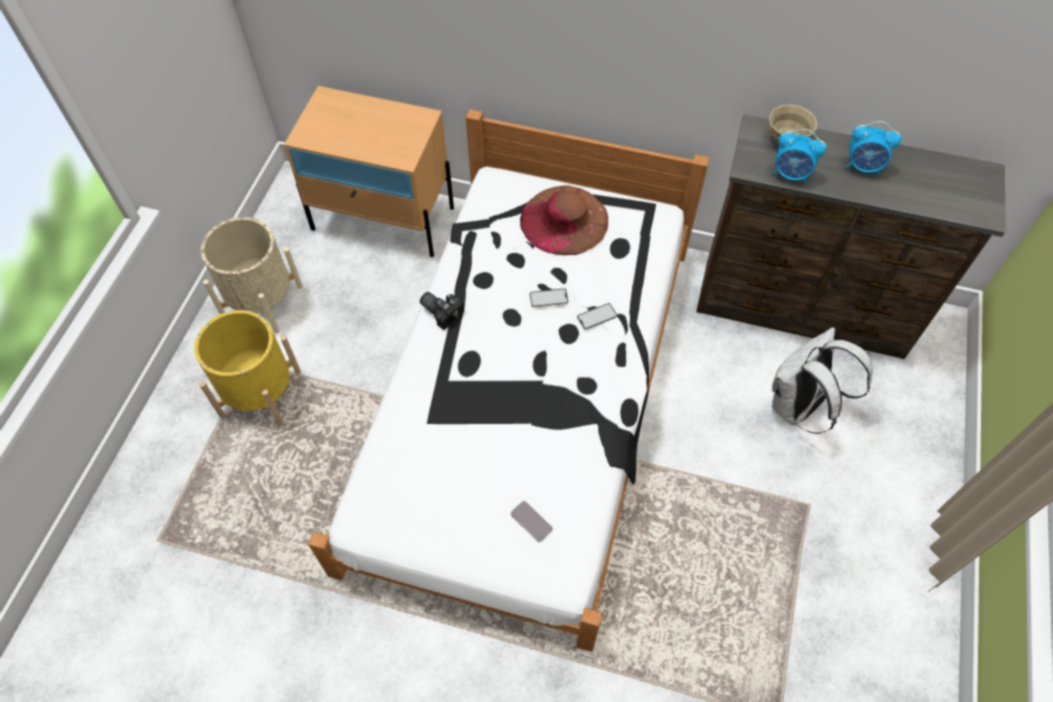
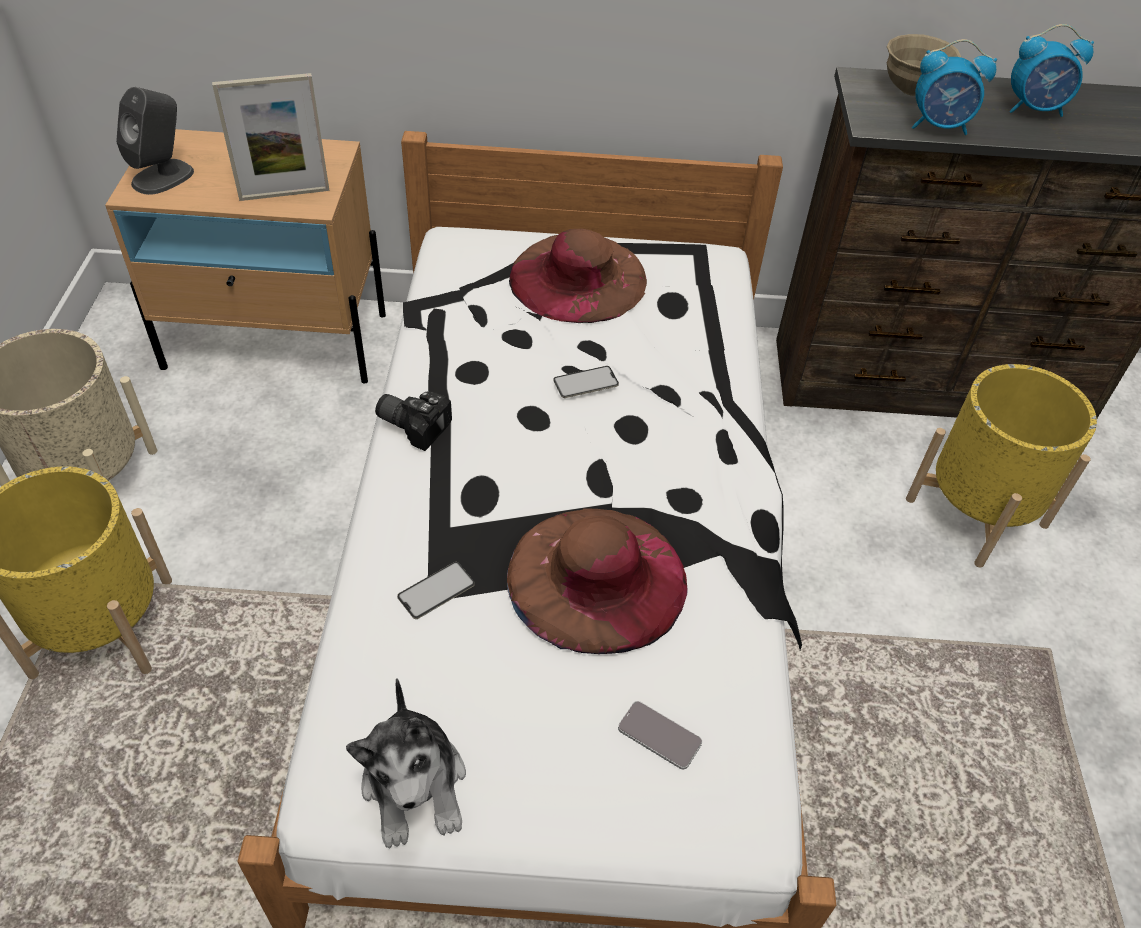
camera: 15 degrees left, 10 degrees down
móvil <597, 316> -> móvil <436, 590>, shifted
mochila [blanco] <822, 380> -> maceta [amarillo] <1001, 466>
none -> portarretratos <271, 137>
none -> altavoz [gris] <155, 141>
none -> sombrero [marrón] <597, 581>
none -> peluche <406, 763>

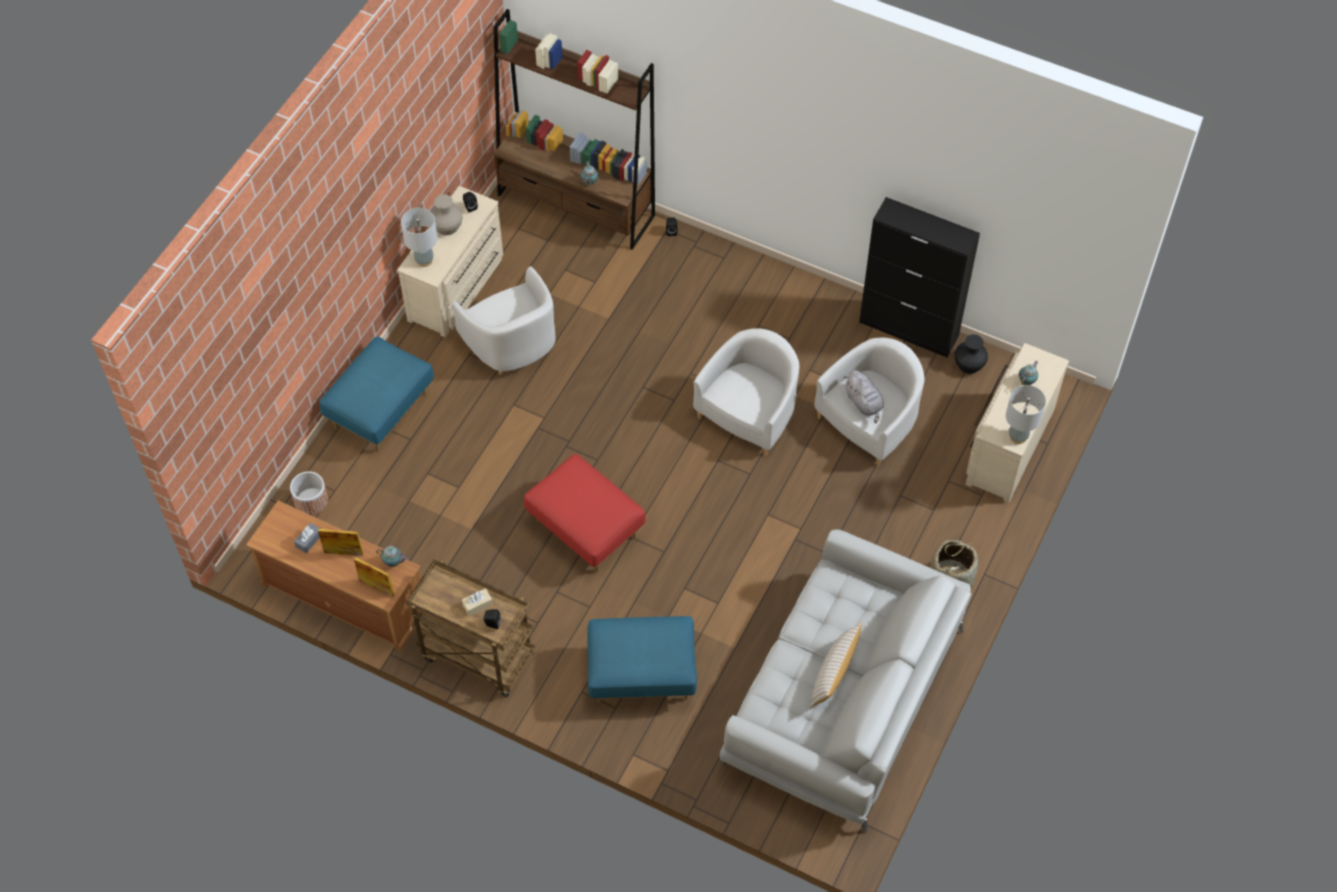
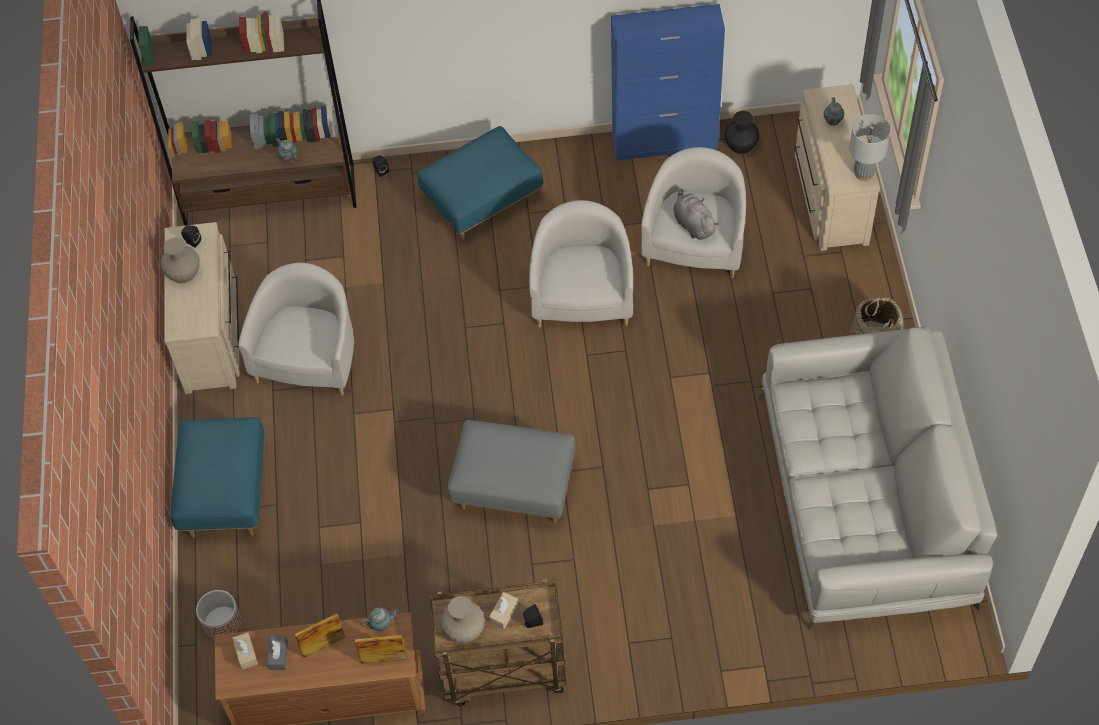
camera: 30 degrees left, 0 degrees up
armario [negro] <919, 277> -> armario [azul] <668, 82>
lámpara de mesa [gris] <419, 237> -> none
sillón [blanco] <504, 320> -> sillón [blanco] <296, 329>, 105 degrees counterclockwise
peluche [gris] <864, 396> -> peluche [gris] <696, 214>, 150 degrees counterclockwise
puf [rojo] <585, 513> -> puf [gris] <511, 471>
puf [azul] <642, 659> -> puf [azul] <480, 184>, shifted
cojín [beis] <836, 665> -> none
none -> florero [beis] <463, 619>
none -> caja de pañuelos [beis] <245, 651>

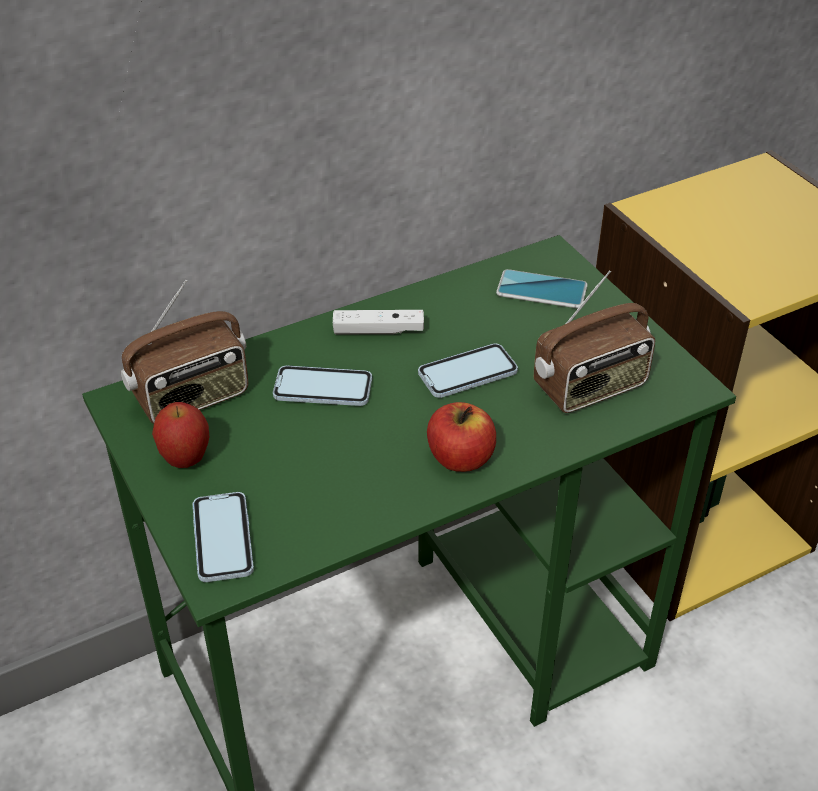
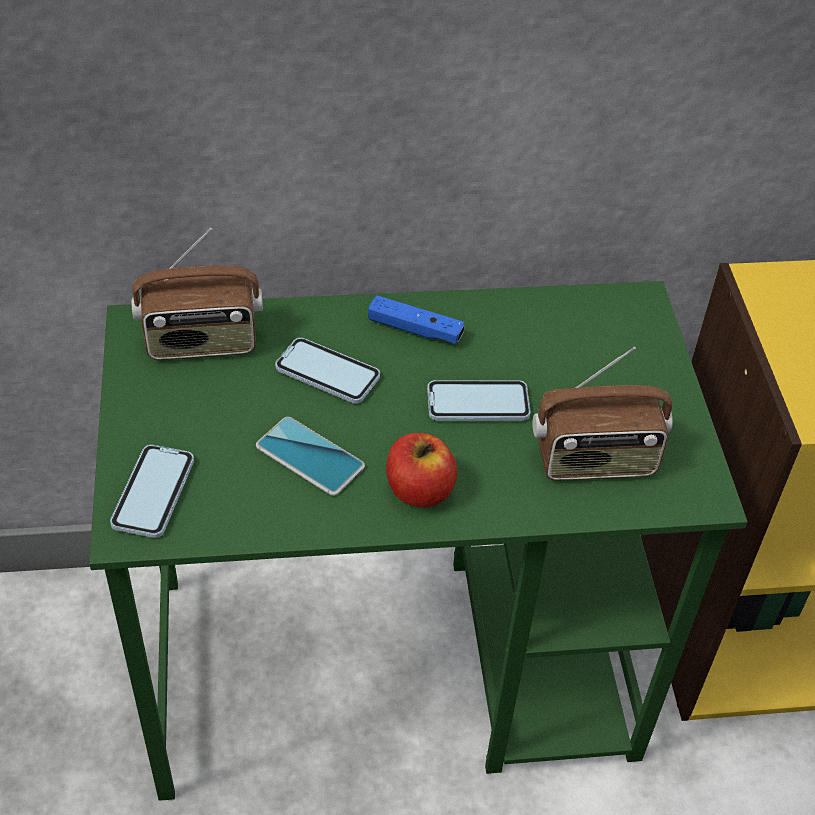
camera: 20 degrees right, 5 degrees up
móvil <541, 288> -> móvil <310, 456>, shifted
mando de consola [blanco] <378, 322> -> mando de consola [azul] <416, 319>
manzana <180, 435> -> none

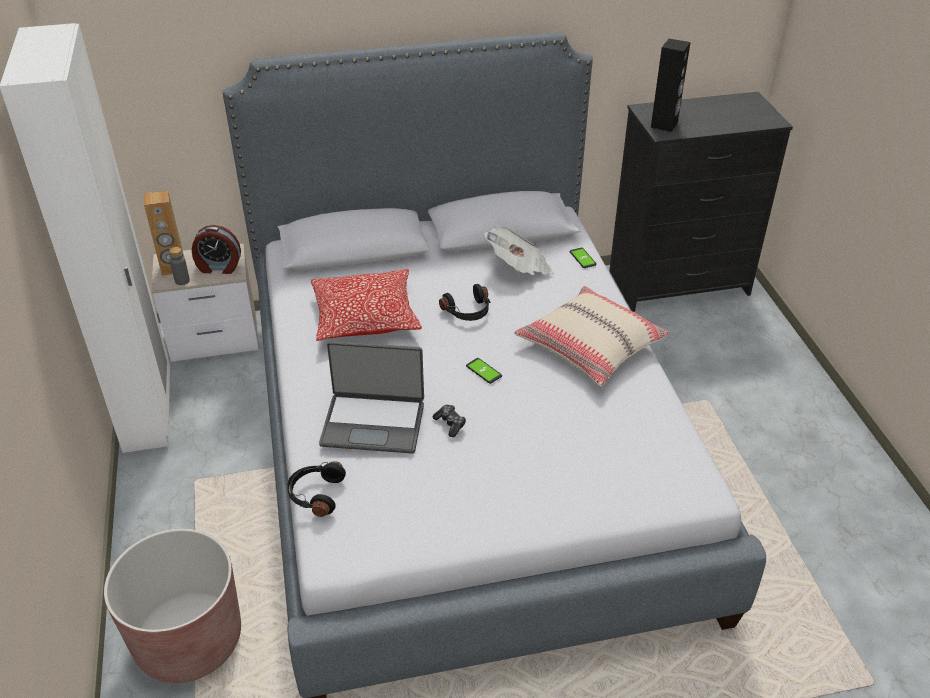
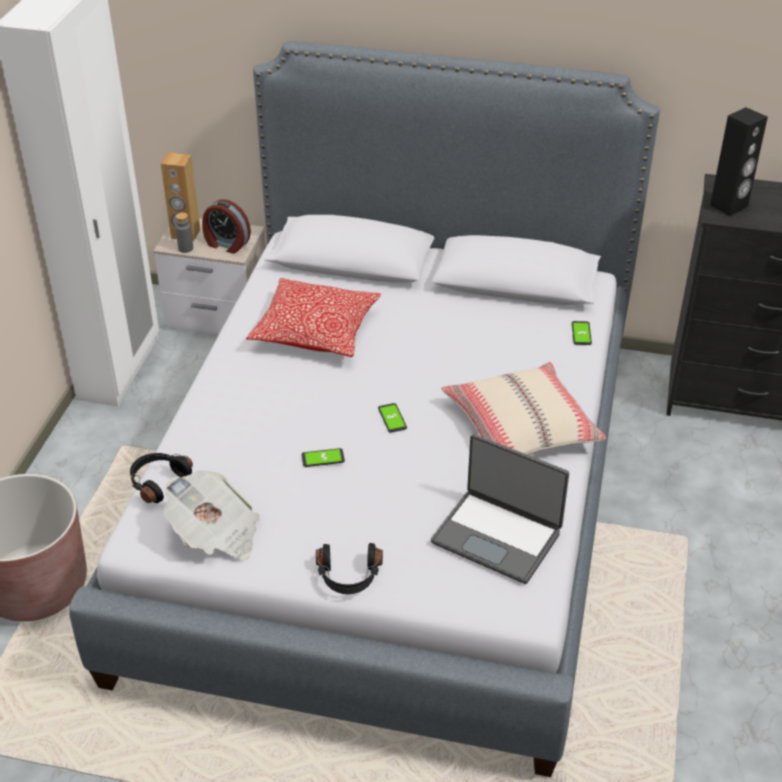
camera: 25 degrees right, 0 degrees up
periódico <519, 251> -> periódico <211, 515>, shifted
auriculares [negro] <464, 302> -> auriculares [negro] <349, 568>, shifted
portátil <371, 397> -> portátil <500, 509>, shifted
mando de consola <449, 421> -> móvil <323, 457>

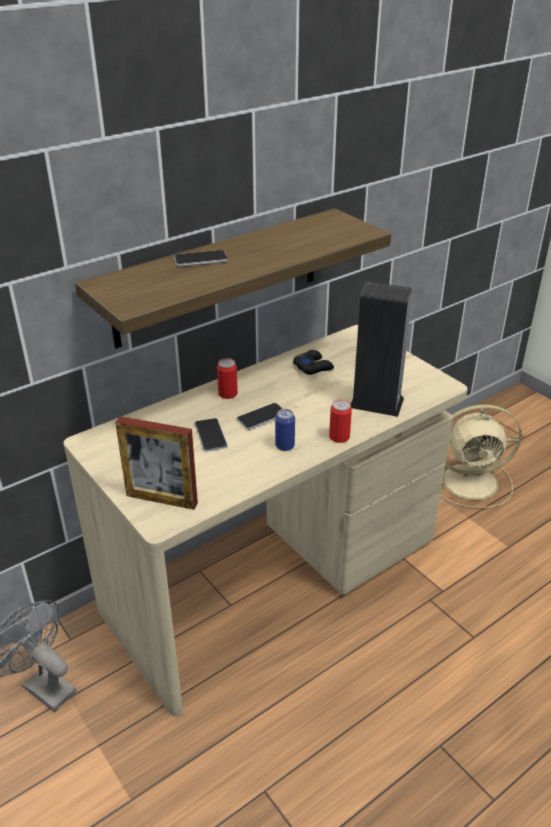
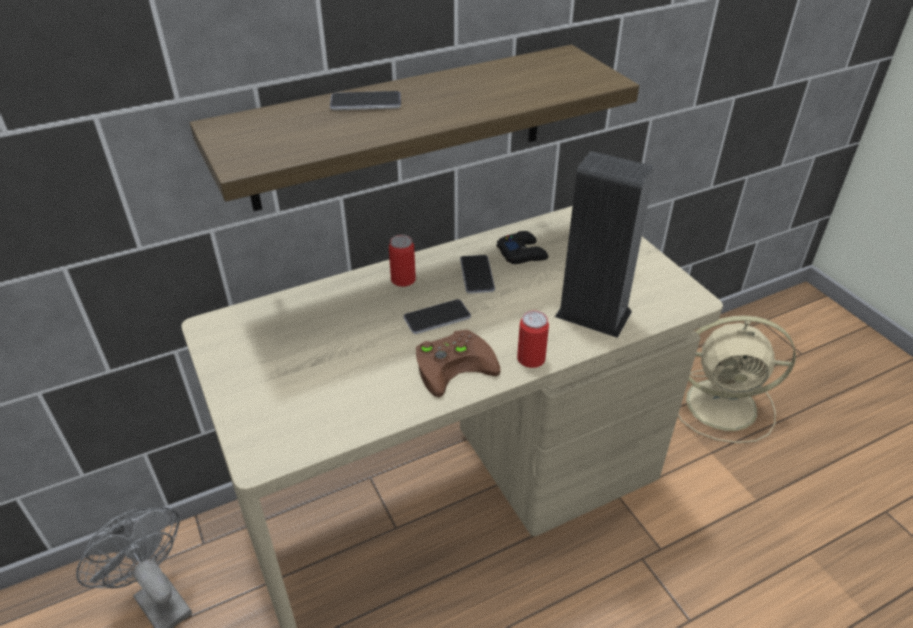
camera: 10 degrees right, 5 degrees up
lata <285, 430> -> mando de consola [marrón] <458, 363>
portarretratos <156, 463> -> none
móvil <211, 435> -> móvil <477, 274>, shifted

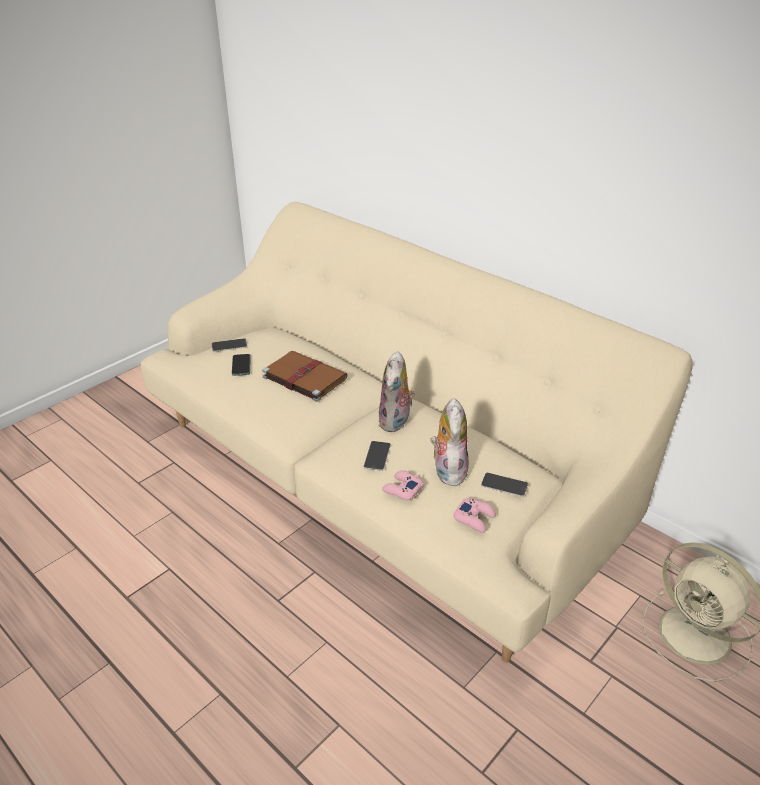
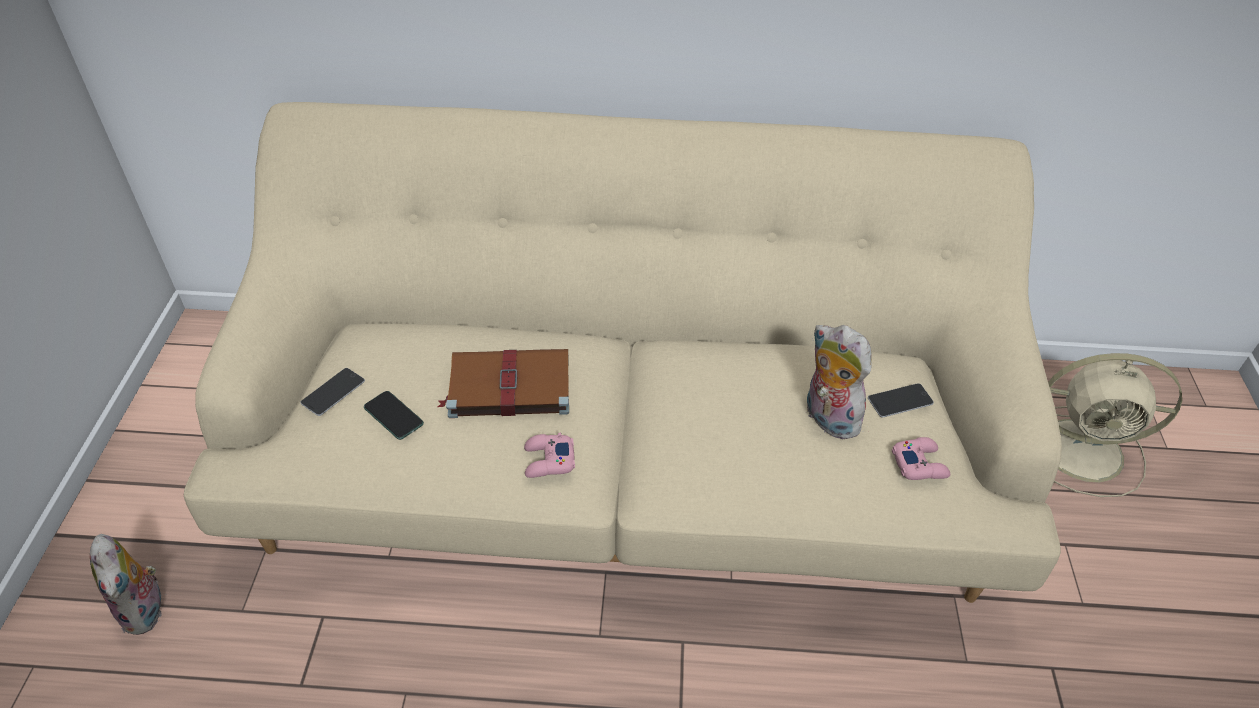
camera: 40 degrees left, 10 degrees up
peluche <397, 391> -> peluche <128, 584>, shifted
móvil <377, 456> -> none
mando de consola [rosa] <403, 485> -> mando de consola [rosa] <549, 455>, shifted

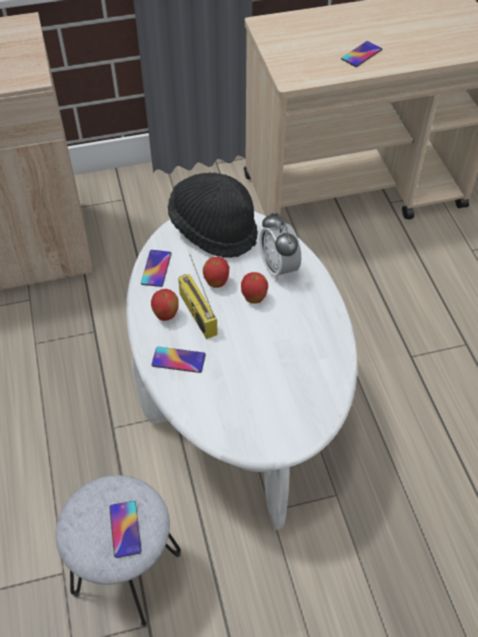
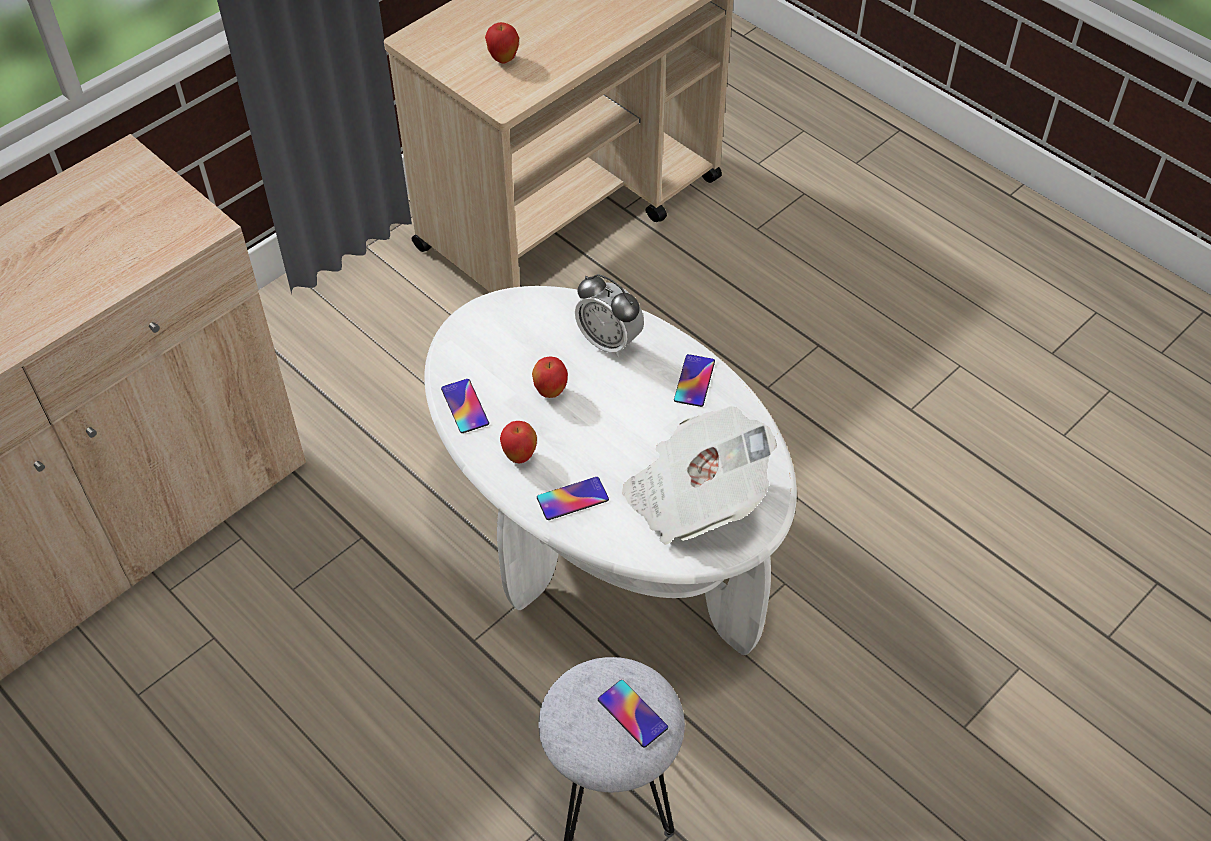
camera: 30 degrees left, 0 degrees up
móvil <361, 54> -> móvil <694, 380>, shifted
sombrero [negro] <213, 215> -> none
radio <198, 296> -> none
manzana <254, 288> -> manzana <502, 43>, shifted
none -> periódico <699, 475>

